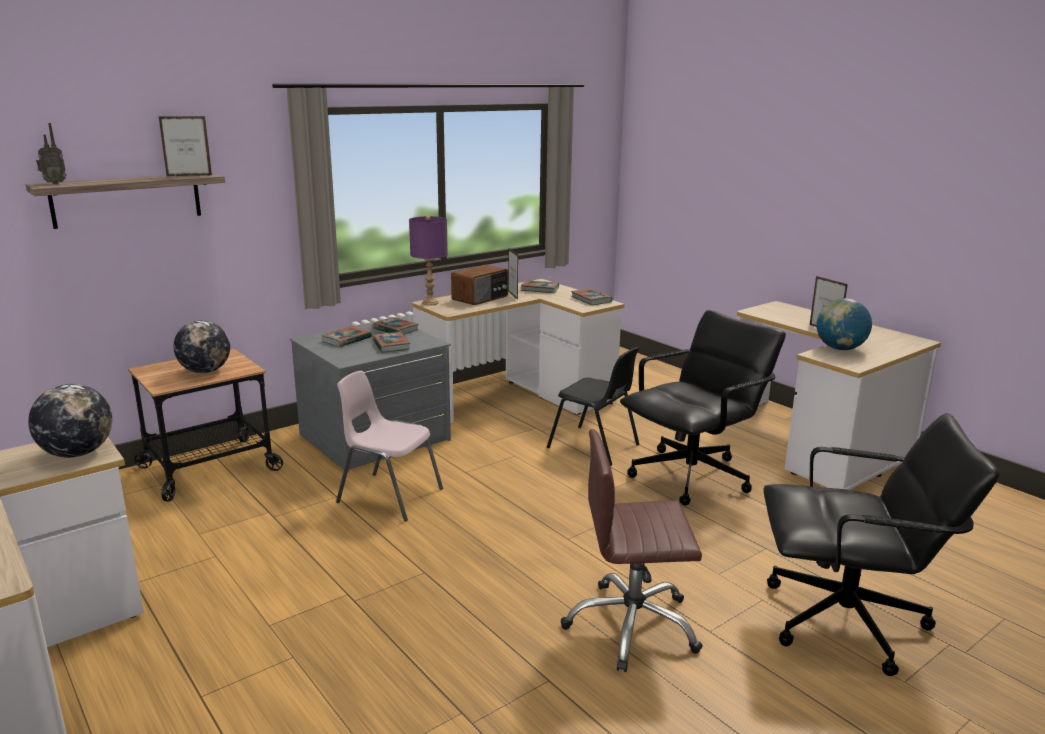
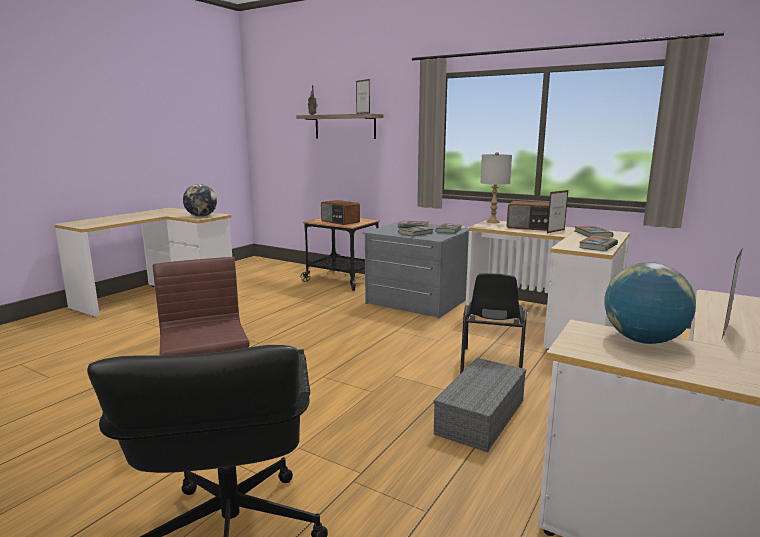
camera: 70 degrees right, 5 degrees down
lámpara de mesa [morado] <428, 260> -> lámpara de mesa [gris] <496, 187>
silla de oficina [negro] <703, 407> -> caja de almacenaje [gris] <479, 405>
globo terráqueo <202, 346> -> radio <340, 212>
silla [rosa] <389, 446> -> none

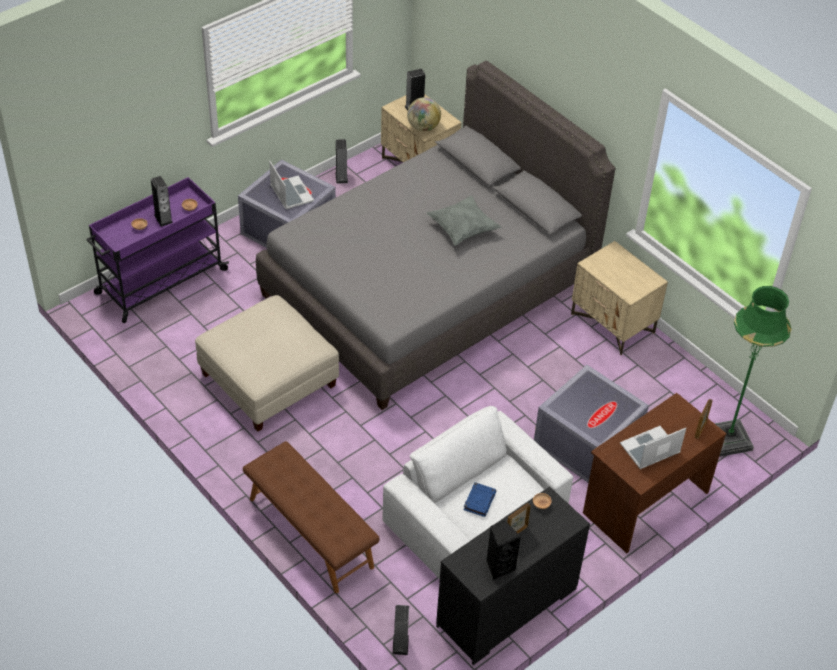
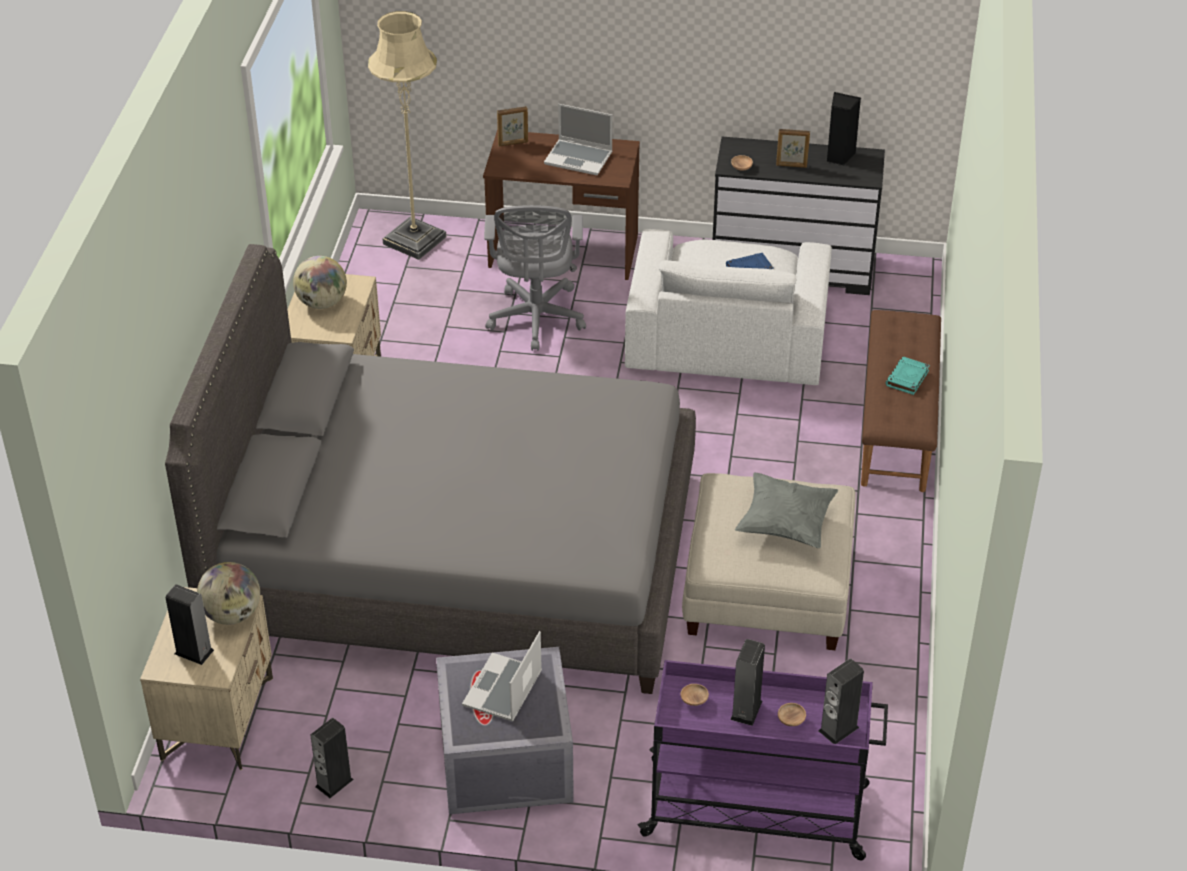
camera: 130 degrees left, 5 degrees down
cojín [gris] <463, 221> -> cojín [gris] <786, 510>, shifted
lámpara de pie [verde] <754, 371> -> lámpara de pie [beis] <407, 135>
caja de almacenaje [gris] <591, 424> -> silla de oficina [gris] <535, 278>
altavoz <401, 630> -> altavoz <841, 701>, shifted
none -> globo terráqueo <320, 282>
none -> libro [turquesa] <908, 376>

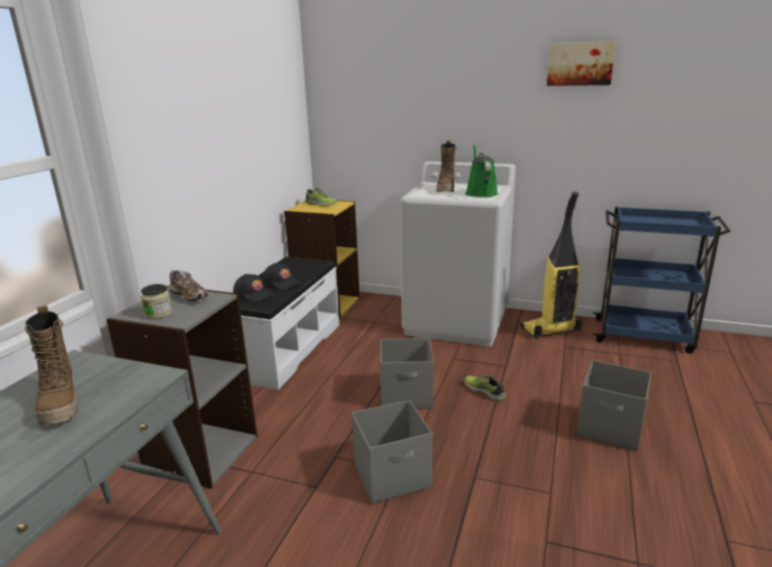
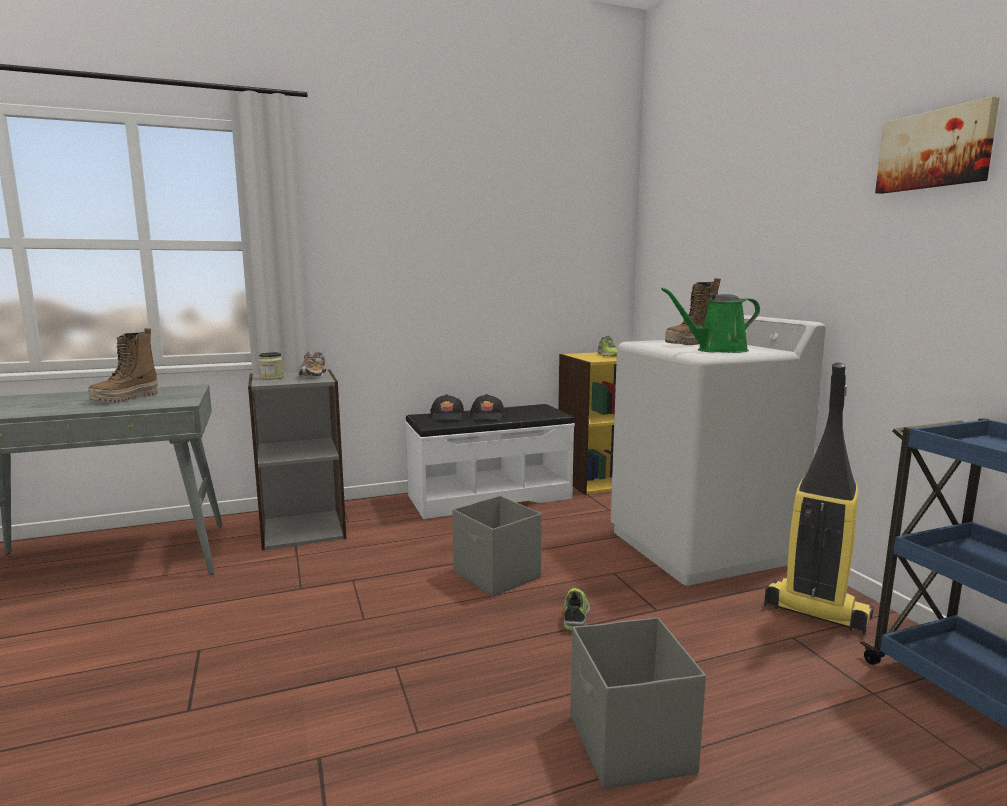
camera: 50 degrees right, 10 degrees down
regadera [verde] <481, 171> -> regadera [verde] <710, 320>, 150 degrees counterclockwise
caja de almacenaje [gris] <392, 452> -> none

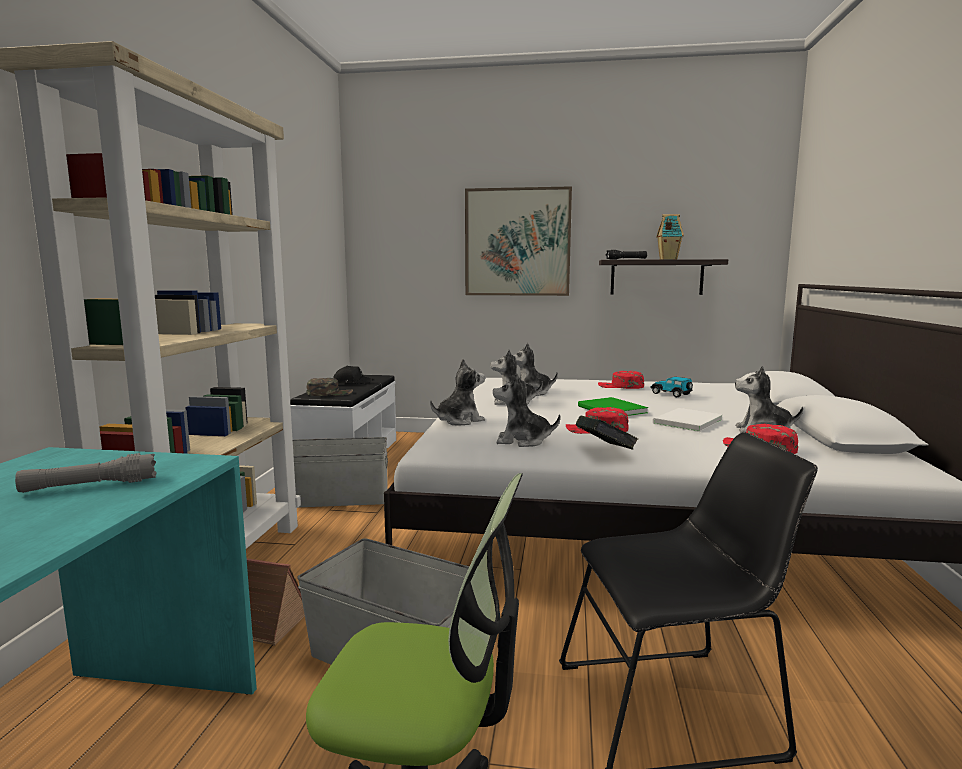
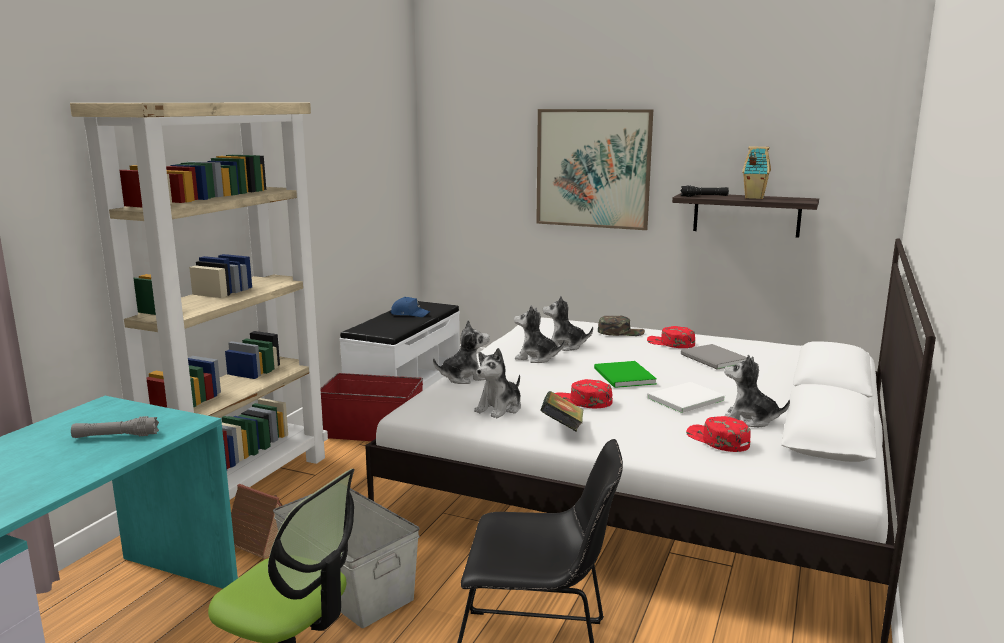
camera: 15 degrees right, 5 degrees up
gorra [negro] <353, 375> -> gorra [azul] <410, 307>
peluche <526, 409> -> peluche <497, 383>, 75 degrees counterclockwise
coche de juguete <671, 387> -> libro [gris] <714, 357>
gorra [verde] <329, 387> -> gorra [verde] <621, 326>, shifted
caja de almacenaje [gris] <340, 472> -> caja de almacenaje [rojo] <371, 407>

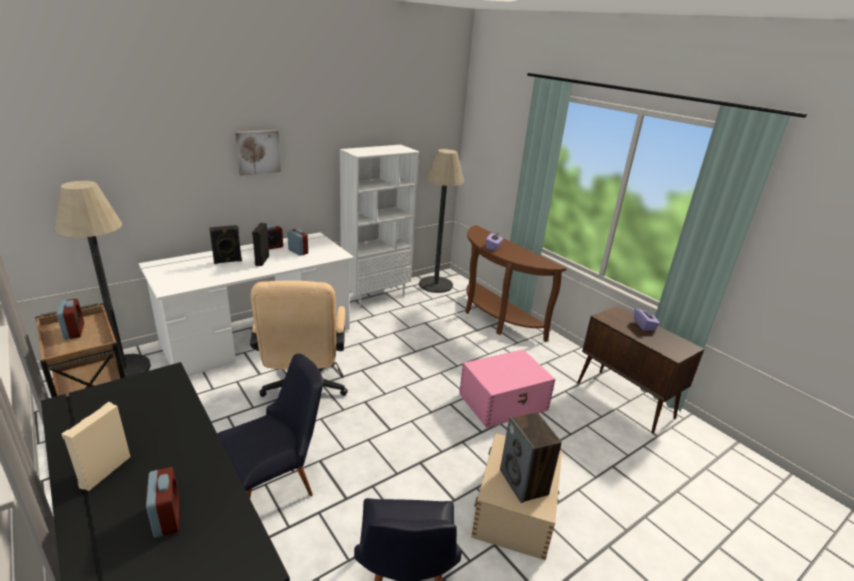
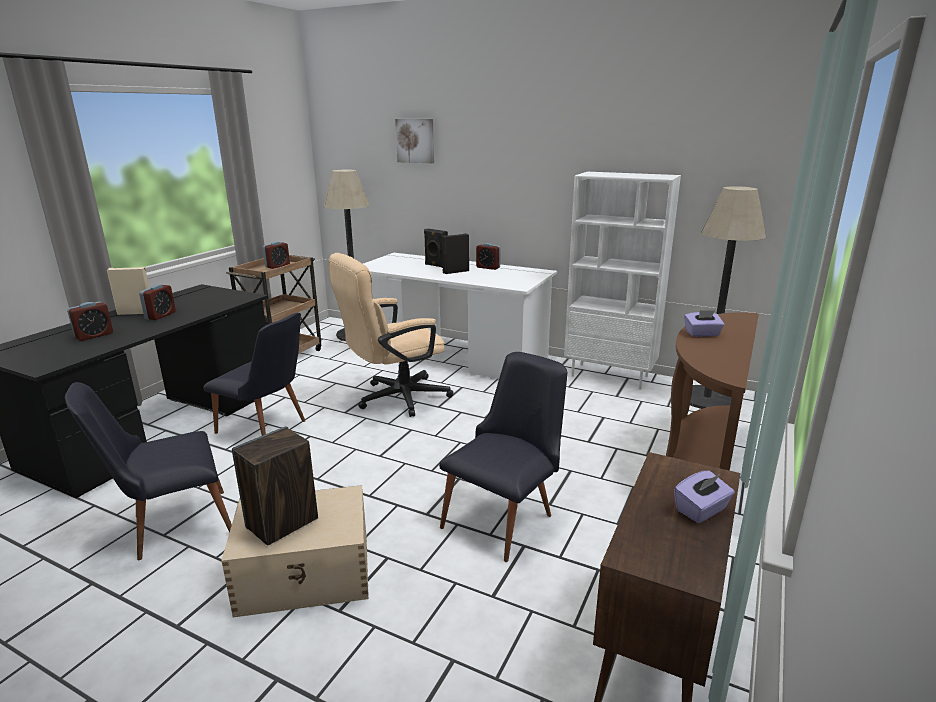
camera: 65 degrees right, 5 degrees down
cuadro <258, 153> -> cuadro <414, 141>, shifted
despertador <297, 242> -> despertador <157, 302>, shifted
caja de almacenaje [rosa] <507, 389> -> silla [negro] <503, 457>

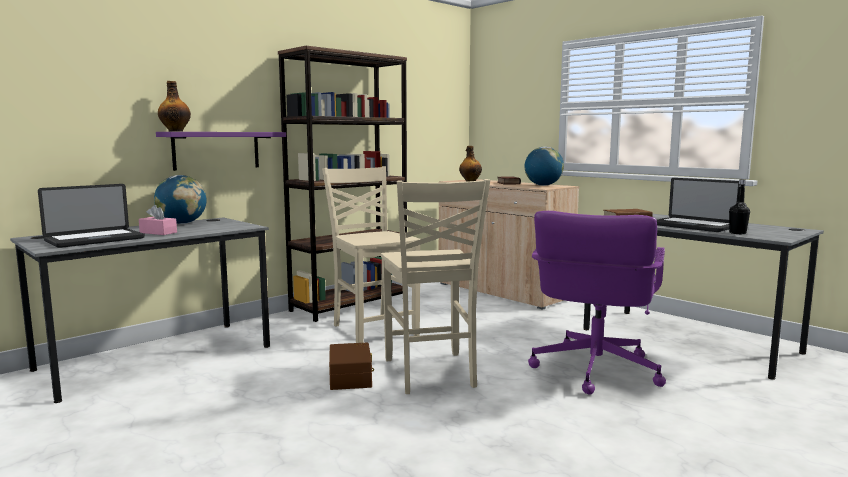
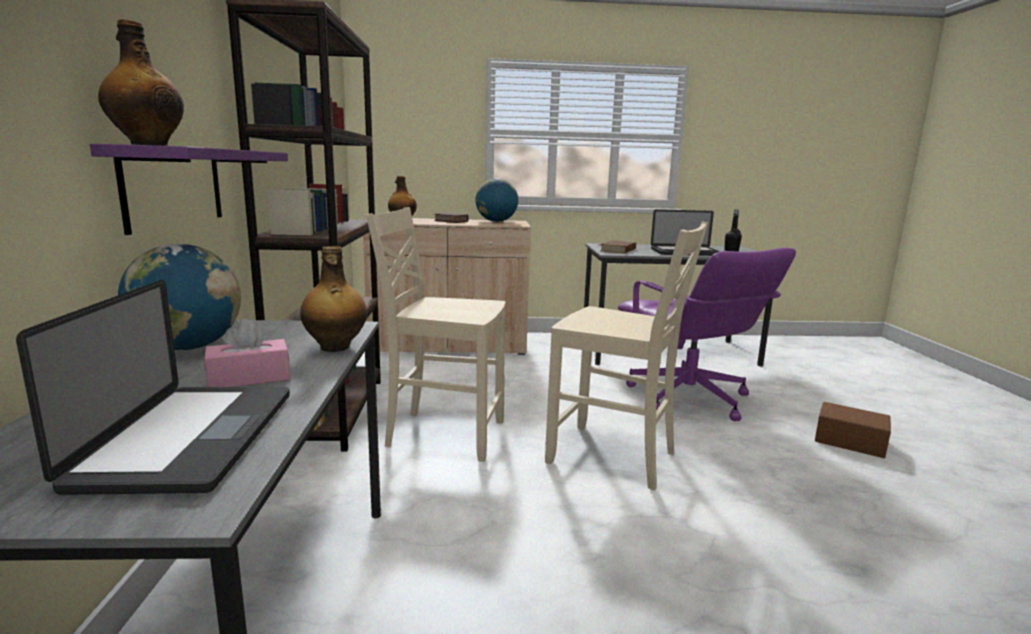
camera: 50 degrees left, 5 degrees up
caja de almacenaje [marrón] <351, 366> -> caja de almacenaje [marrón] <853, 430>, shifted
none -> botella <333, 299>

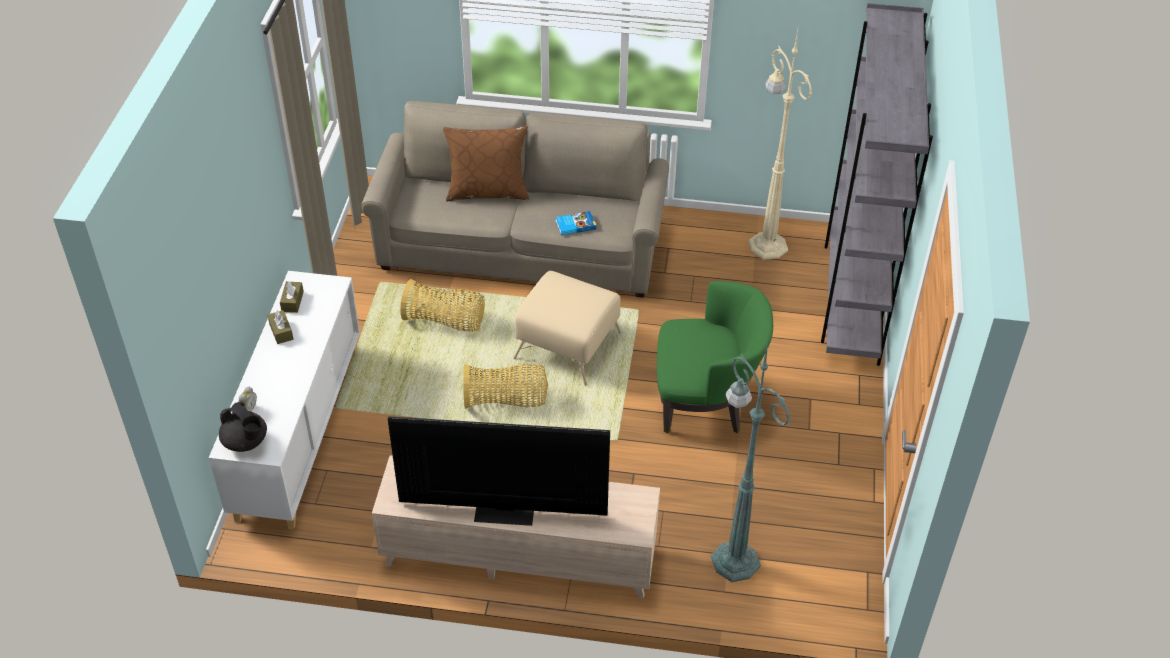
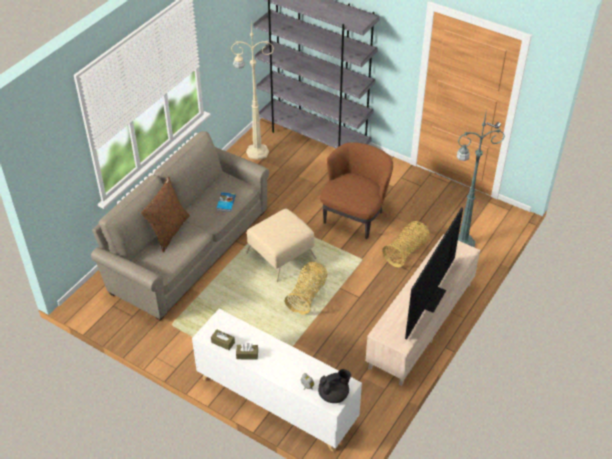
camera: 65 degrees left, 0 degrees up
cesta <442, 305> -> cesta <405, 244>, shifted
sillón [verde] <715, 357> -> sillón [marrón] <356, 190>

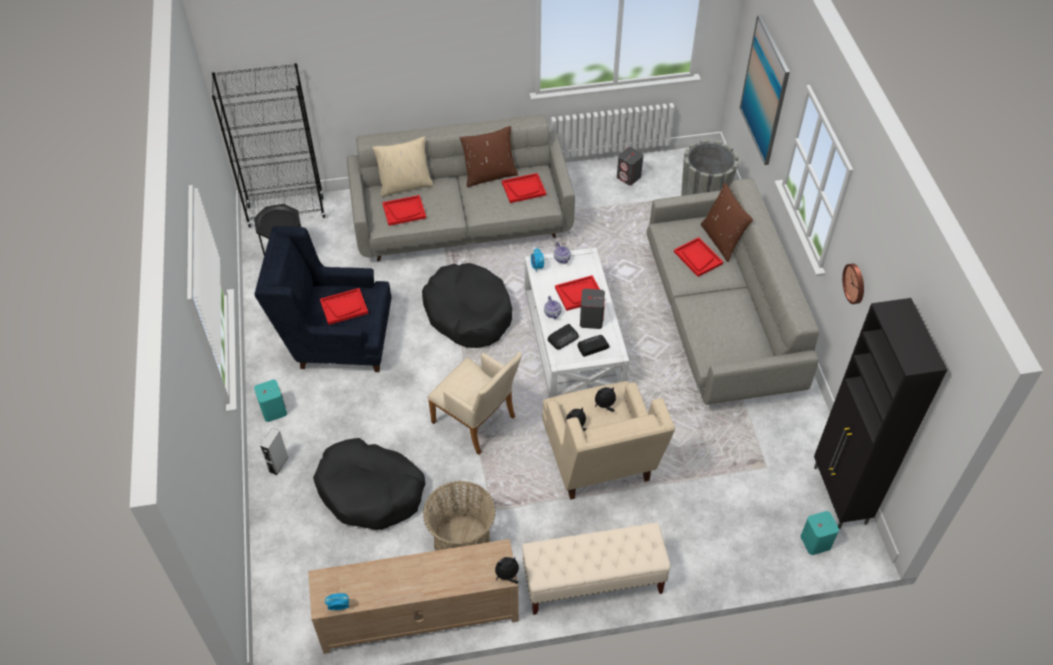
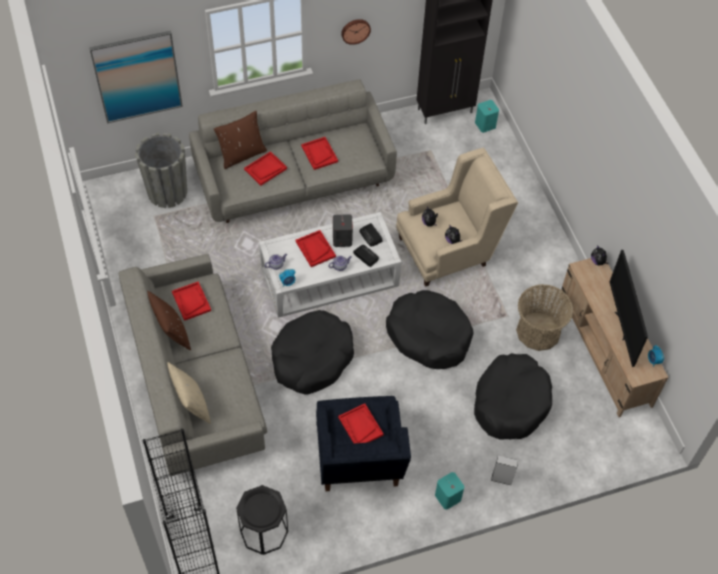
camera: 100 degrees left, 5 degrees up
altavoz [gris] <630, 166> -> none
bandeja [rojo] <404, 210> -> bandeja [rojo] <319, 153>, shifted
sillón [beis] <474, 403> -> cama para perro [negro] <430, 329>
banco [beis] <596, 568> -> none
none -> televisor <629, 308>

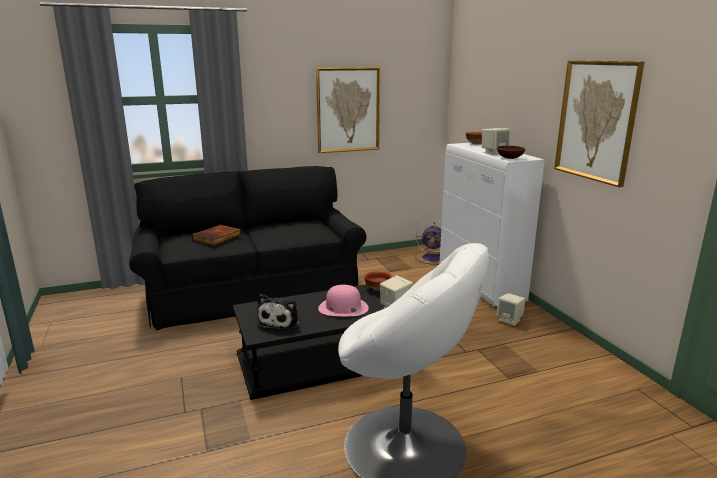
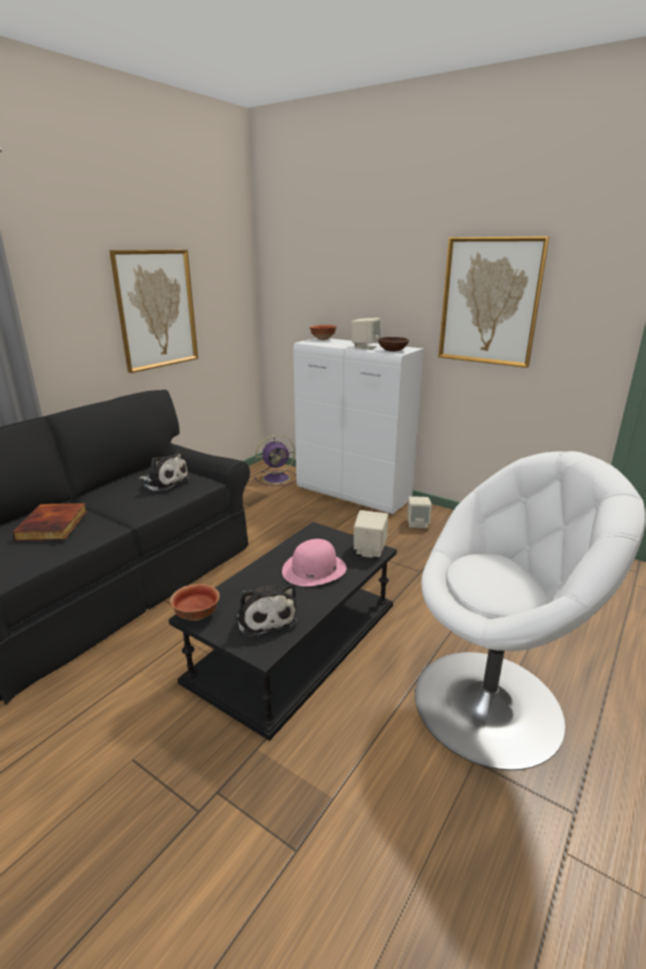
camera: 35 degrees left, 5 degrees up
cuenco <378, 280> -> cuenco <195, 602>, shifted
none -> peluche <164, 471>

